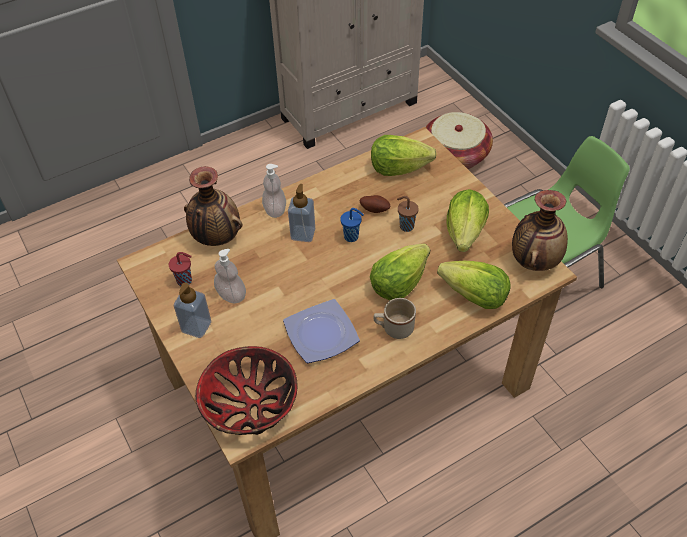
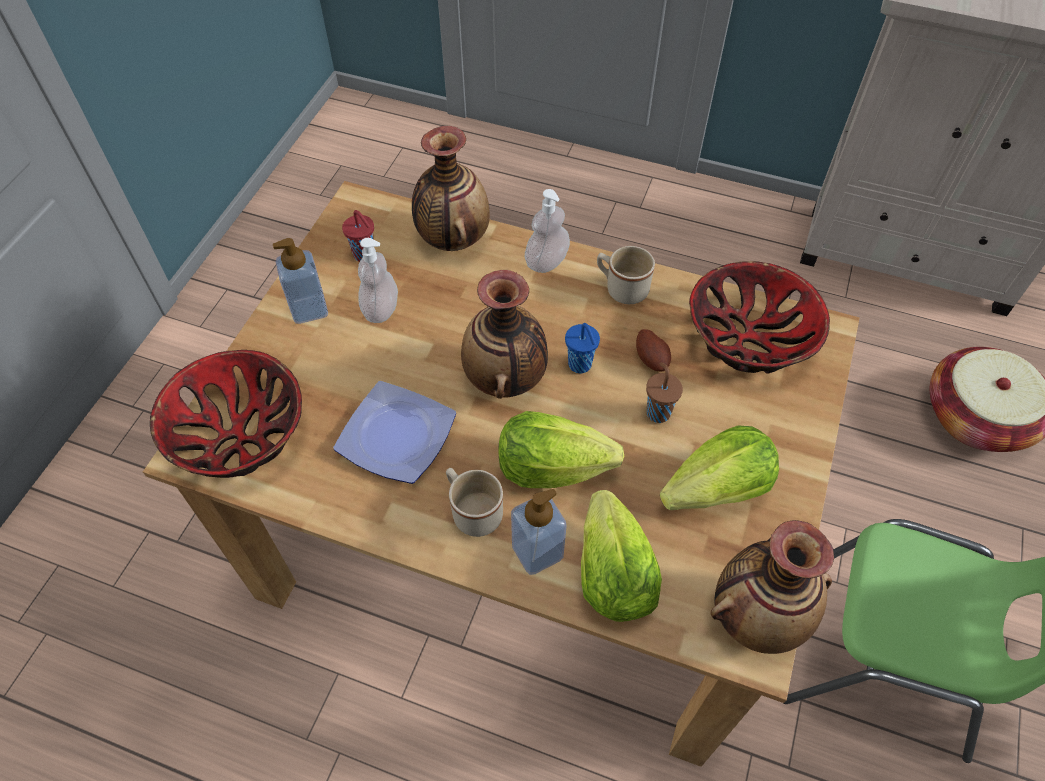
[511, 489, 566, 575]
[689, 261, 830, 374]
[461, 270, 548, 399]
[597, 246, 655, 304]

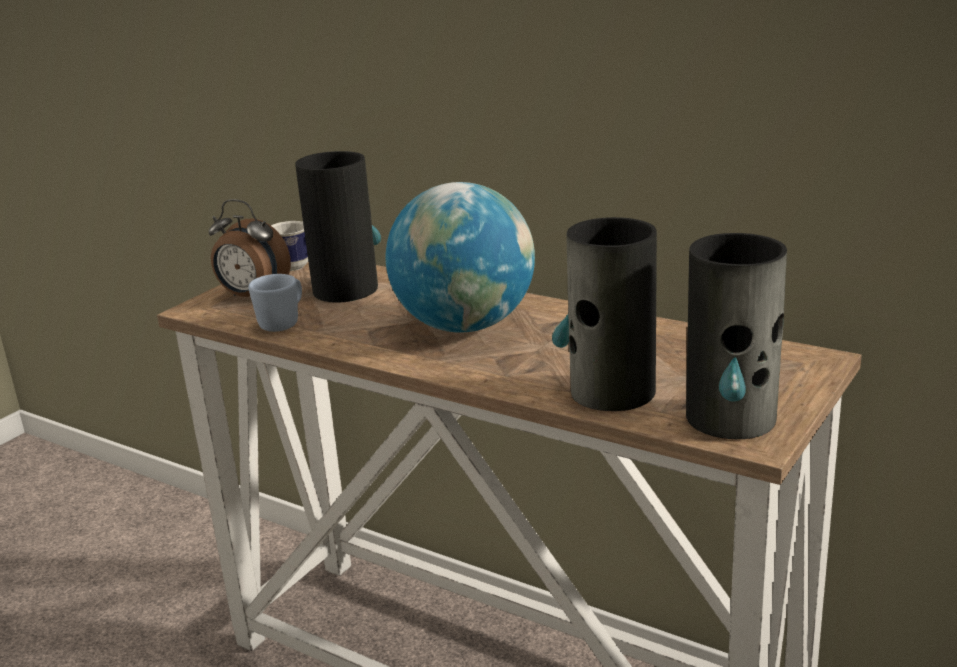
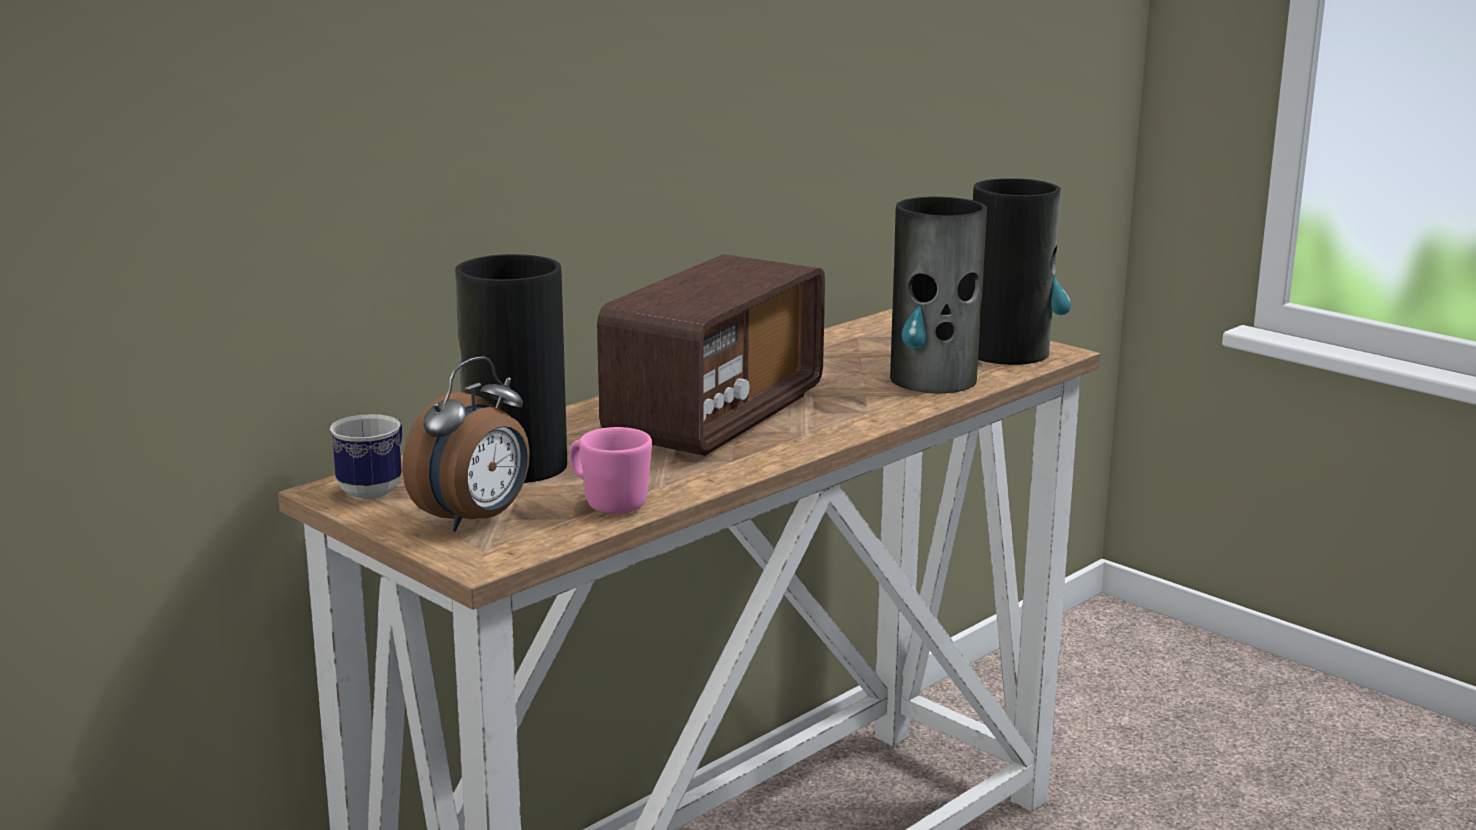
[569, 427, 652, 514]
[597, 254, 825, 456]

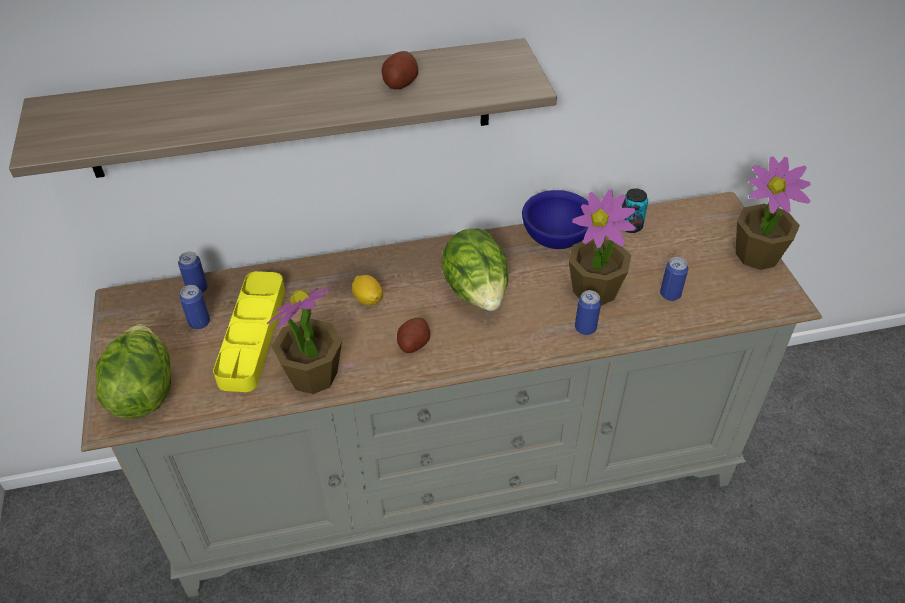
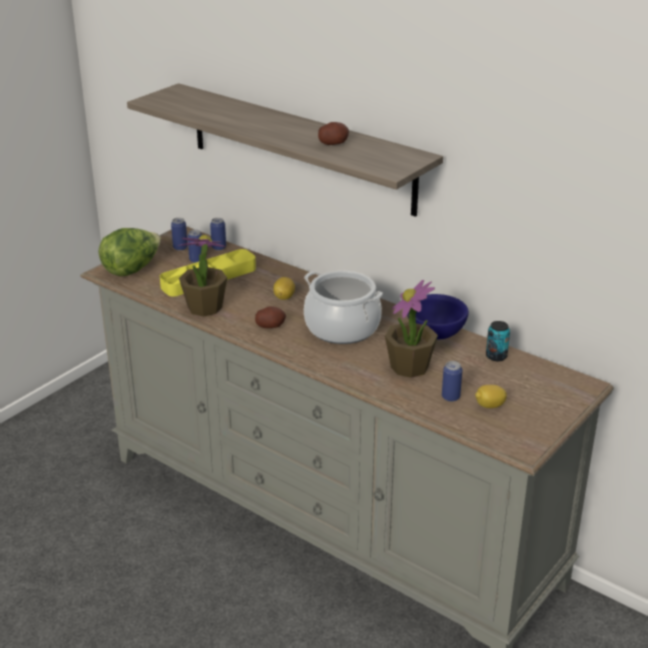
[304, 271, 383, 344]
[171, 218, 188, 251]
[736, 156, 811, 270] (first image)
[475, 385, 507, 408]

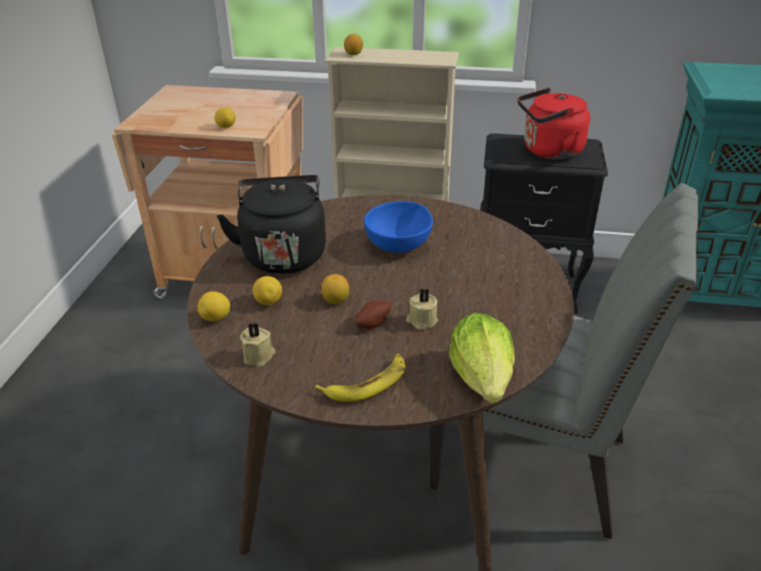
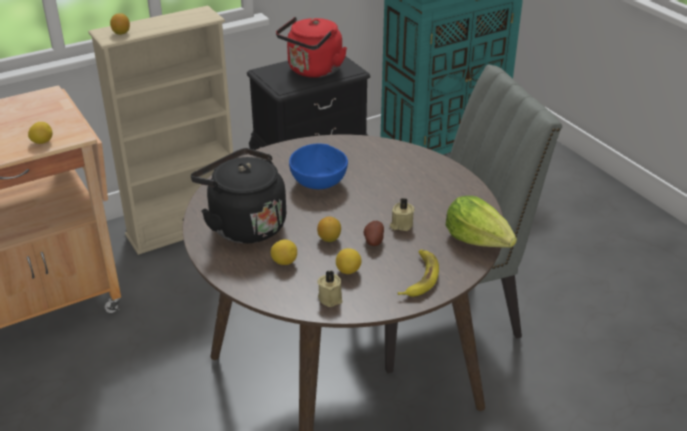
[336, 248, 361, 274]

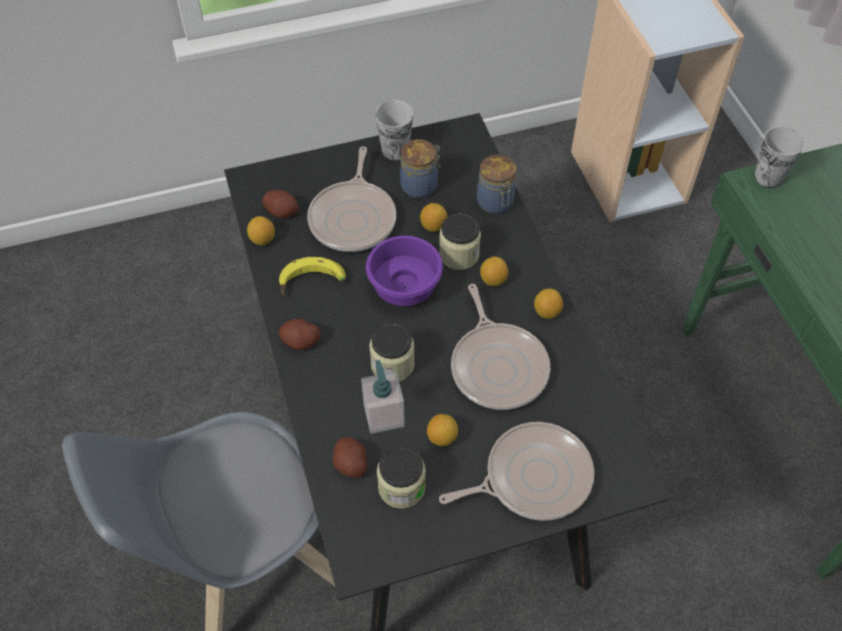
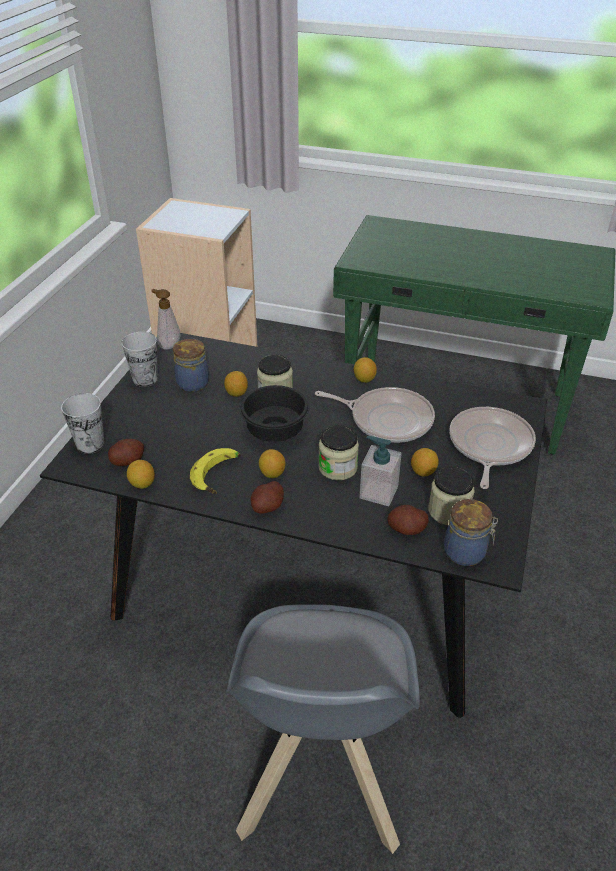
[307, 146, 396, 252] (first image)
[240, 385, 309, 442]
[444, 499, 498, 566]
[259, 449, 285, 478]
[61, 393, 104, 454]
[152, 289, 181, 350]

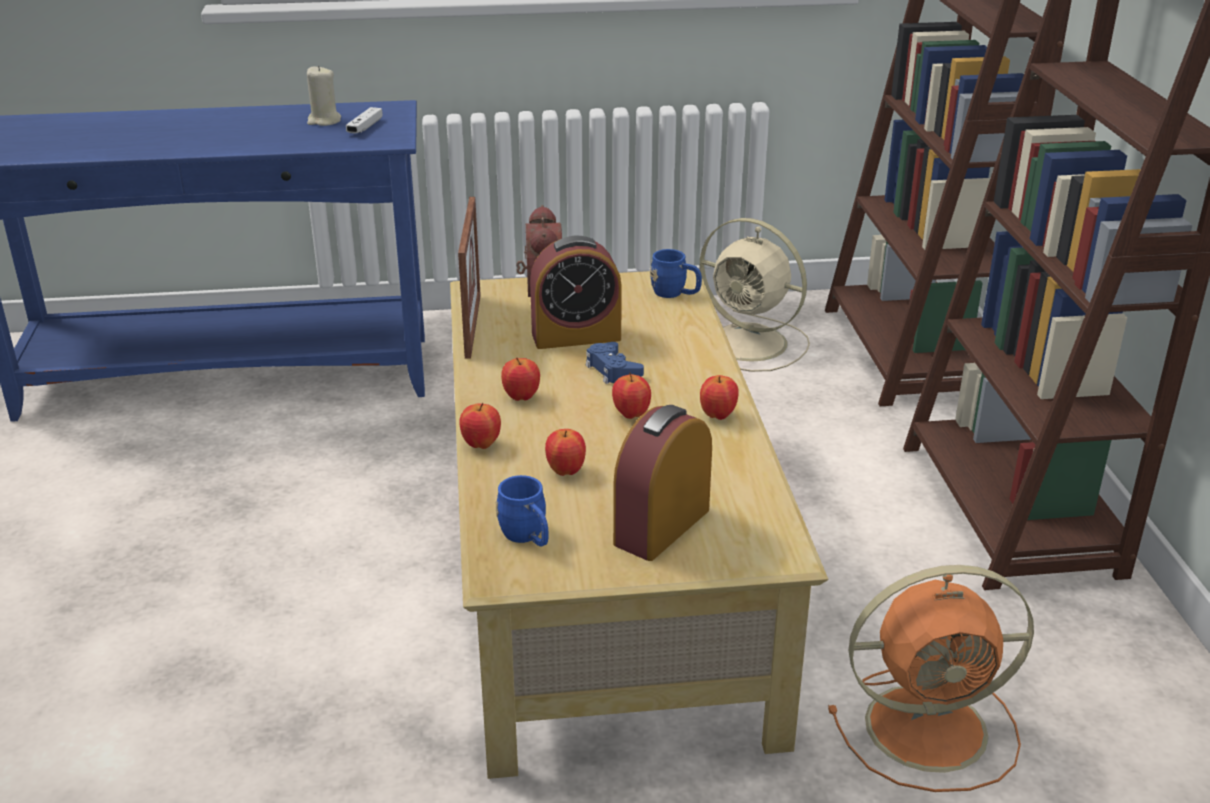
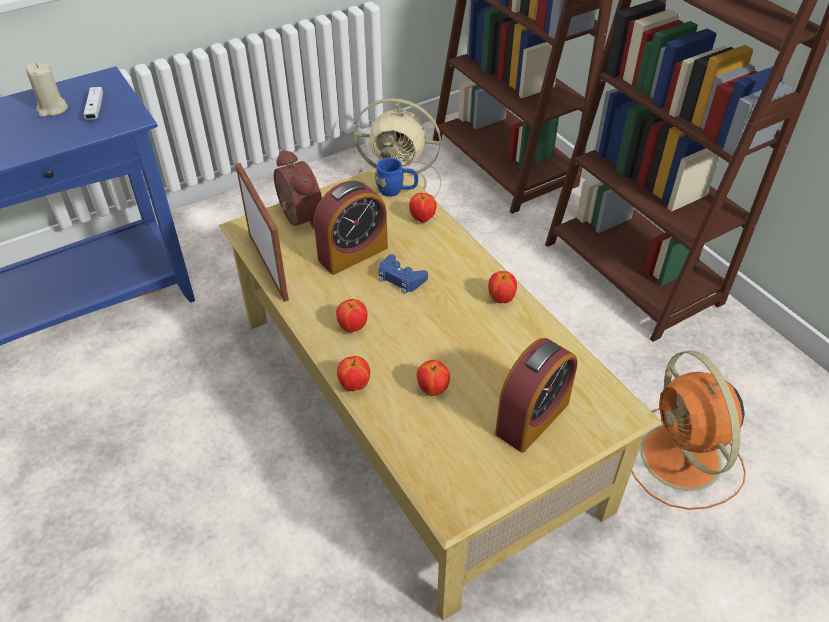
[496, 475, 548, 546] (first image)
[409, 193, 437, 223]
[495, 338, 577, 453]
[631, 350, 746, 510]

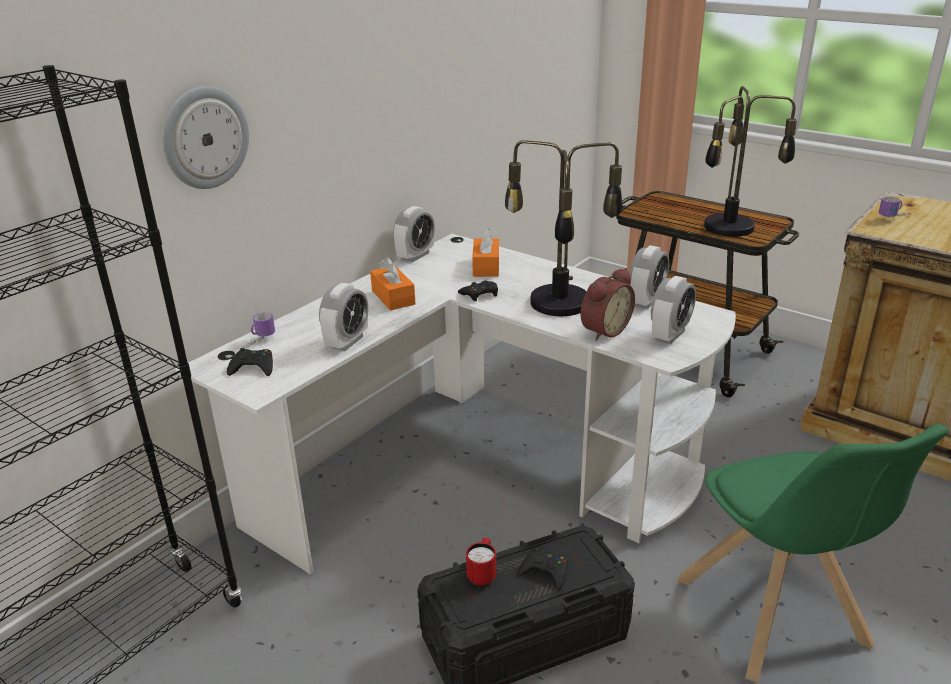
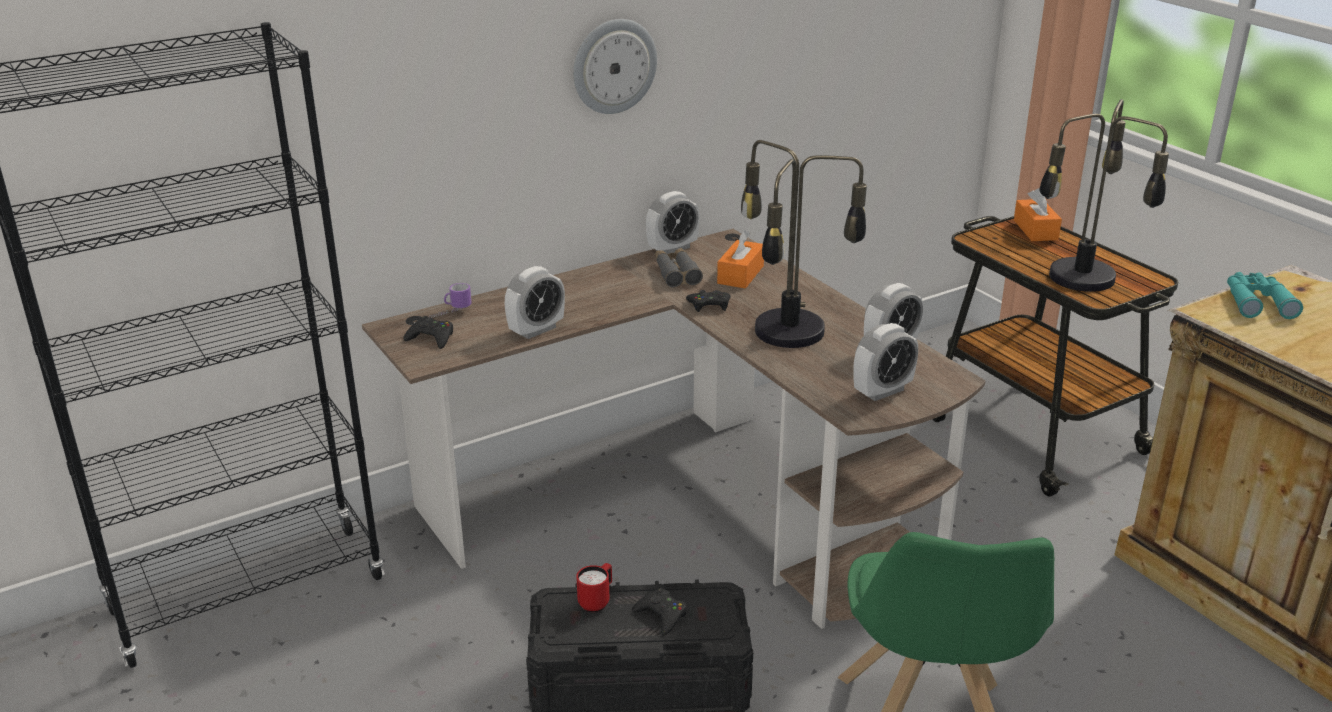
[573, 19, 657, 114]
[362, 229, 986, 629]
[1014, 188, 1062, 241]
[581, 268, 635, 341] (first image)
[1227, 272, 1303, 319]
[655, 248, 703, 288]

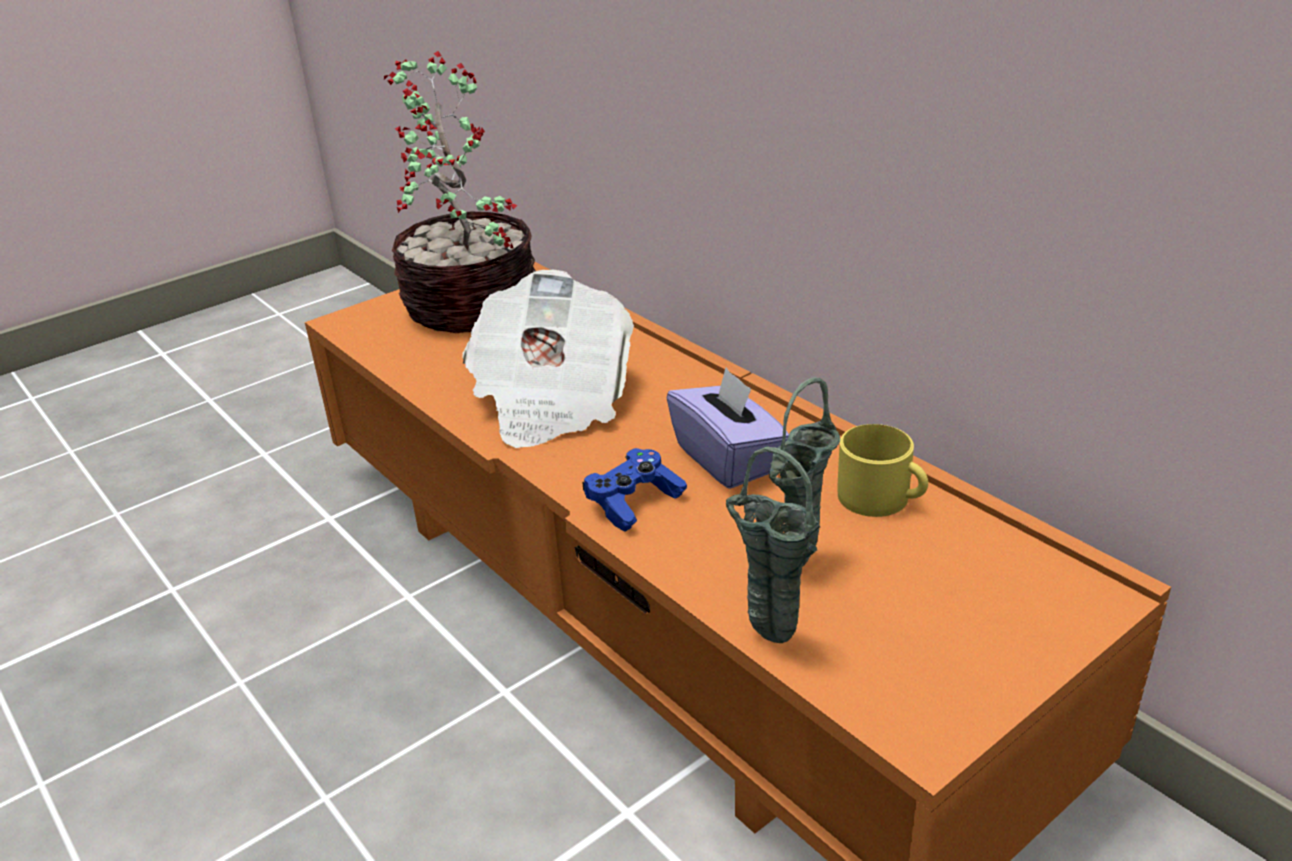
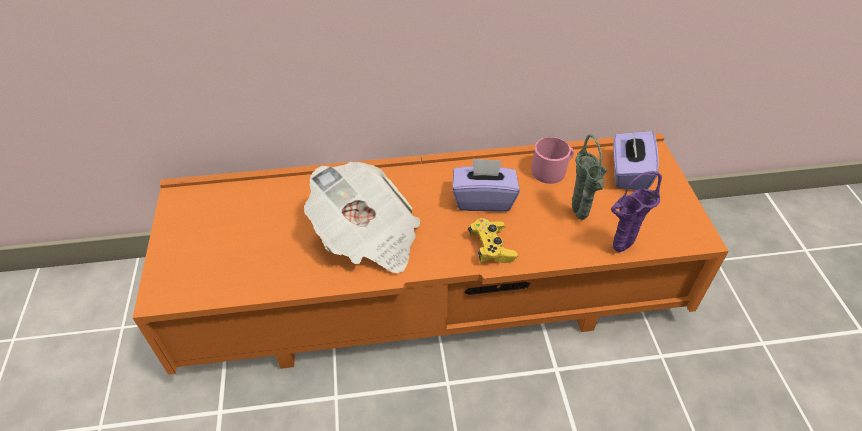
[384, 51, 536, 333] (first image)
[468, 218, 518, 263]
[611, 171, 662, 252]
[531, 137, 574, 184]
[613, 131, 659, 190]

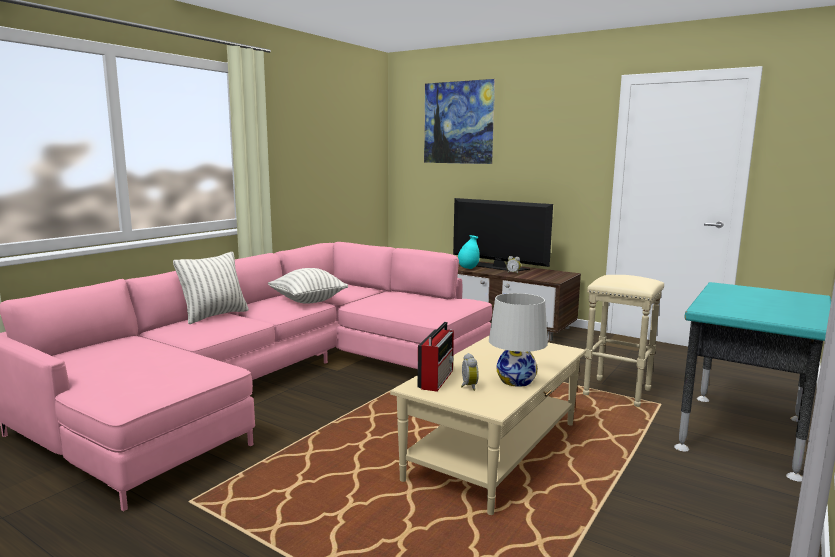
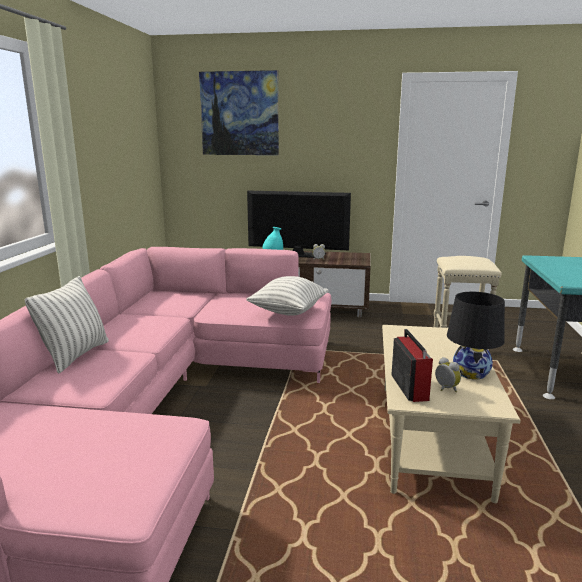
[246, 276, 328, 316]
[447, 292, 505, 380]

